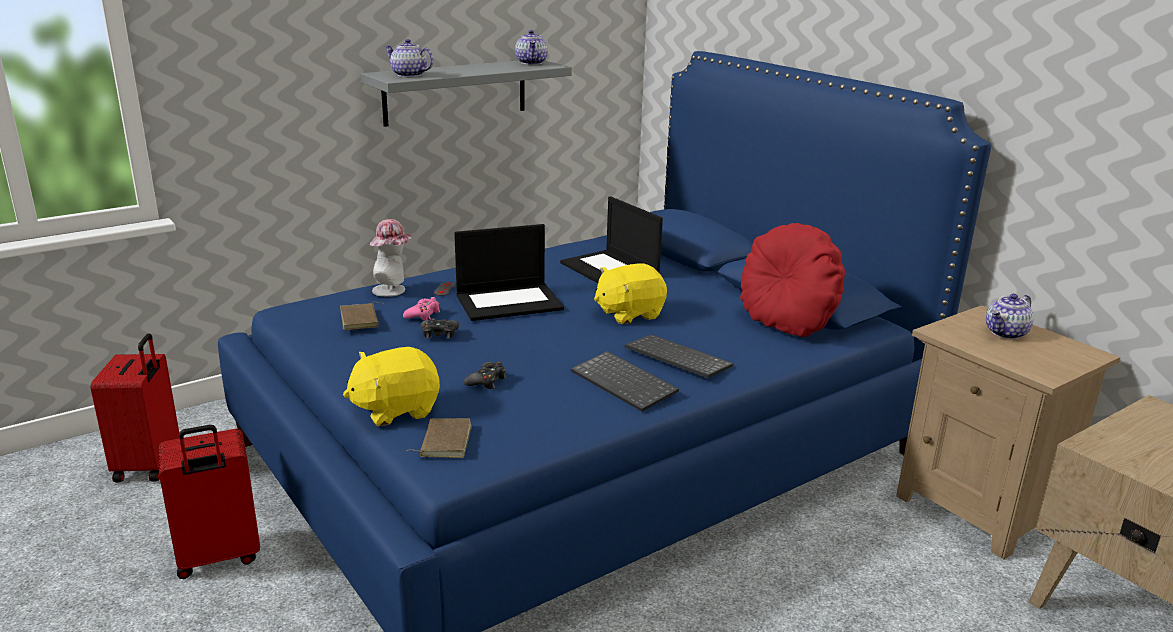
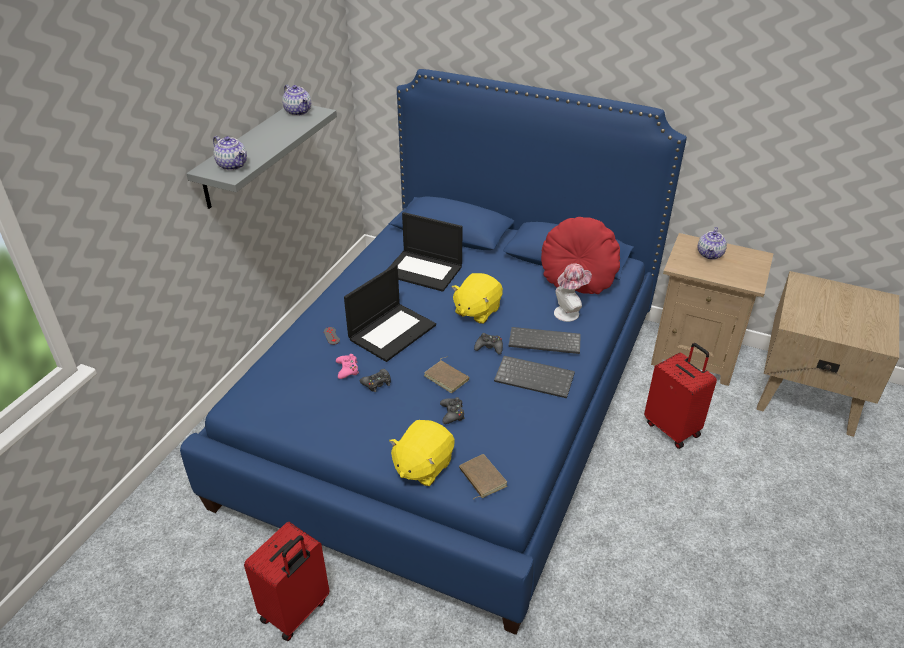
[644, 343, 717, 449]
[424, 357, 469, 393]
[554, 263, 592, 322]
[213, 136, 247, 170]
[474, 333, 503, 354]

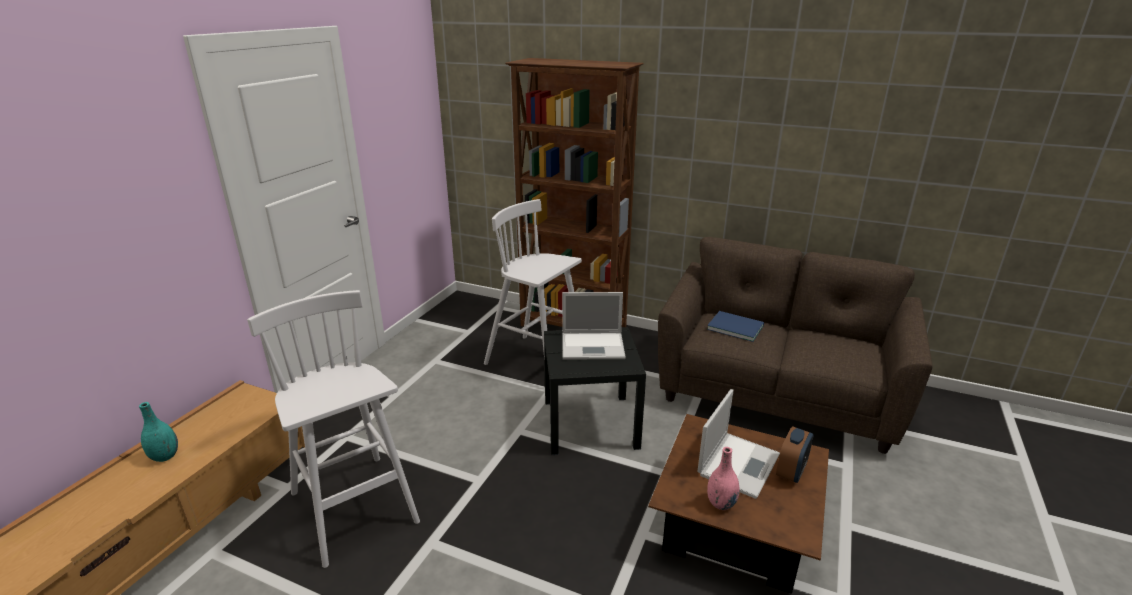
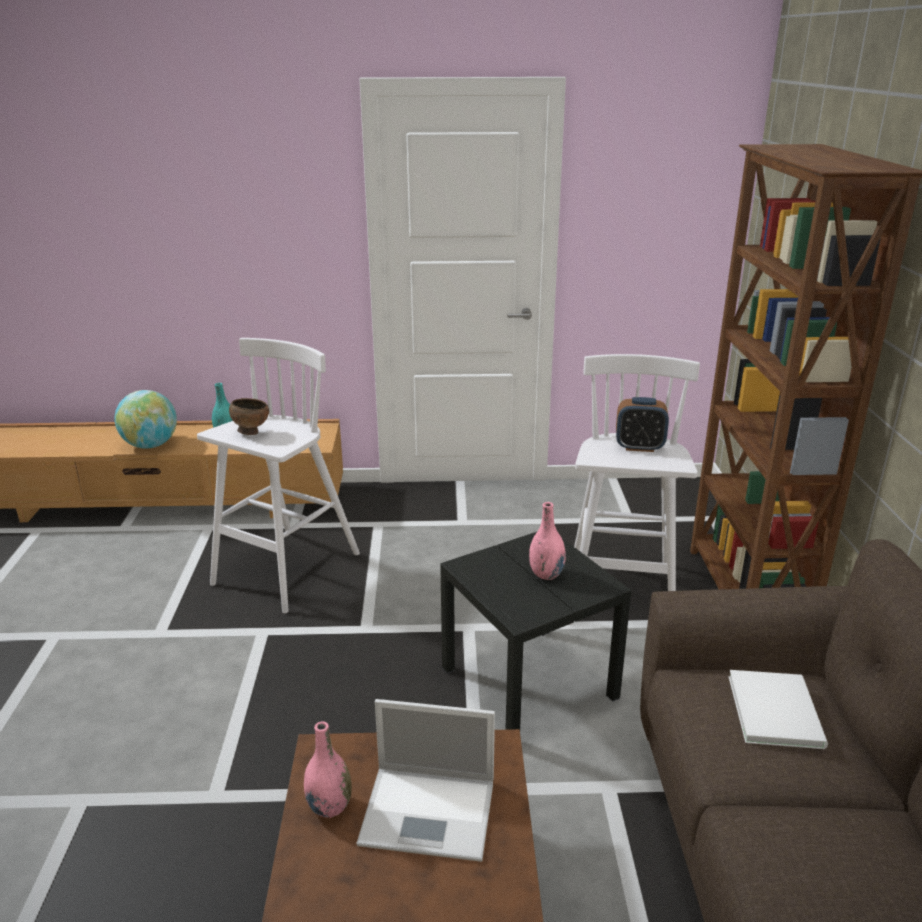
[529, 502, 566, 580]
[729, 670, 828, 749]
[616, 397, 669, 452]
[114, 390, 177, 448]
[229, 398, 269, 435]

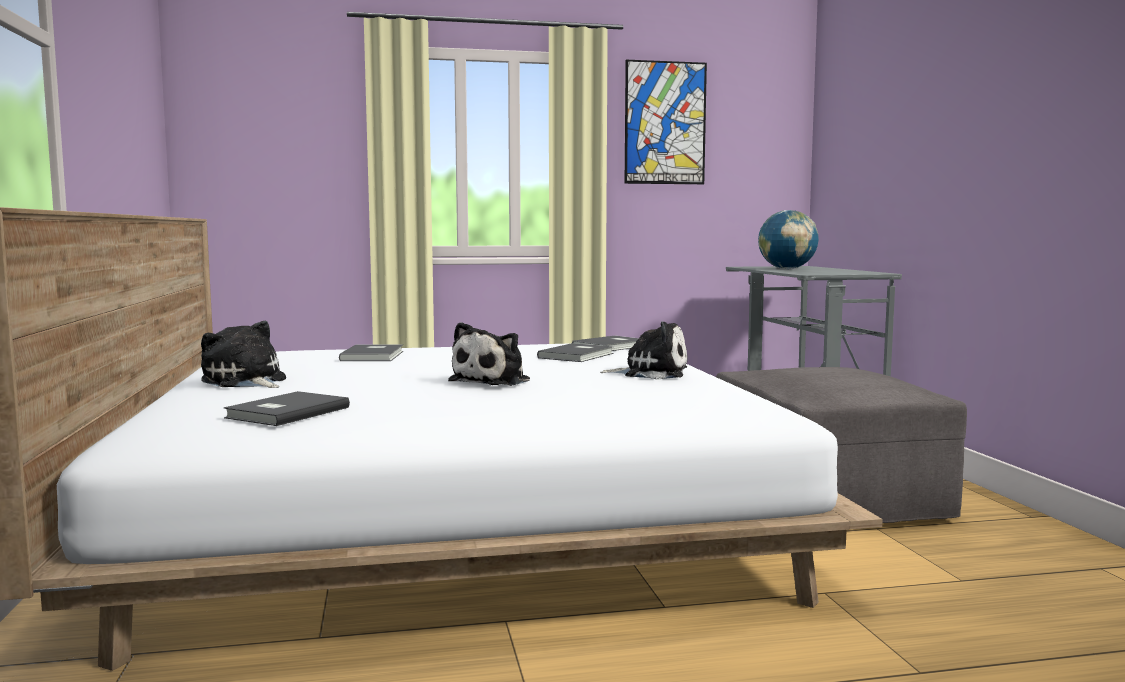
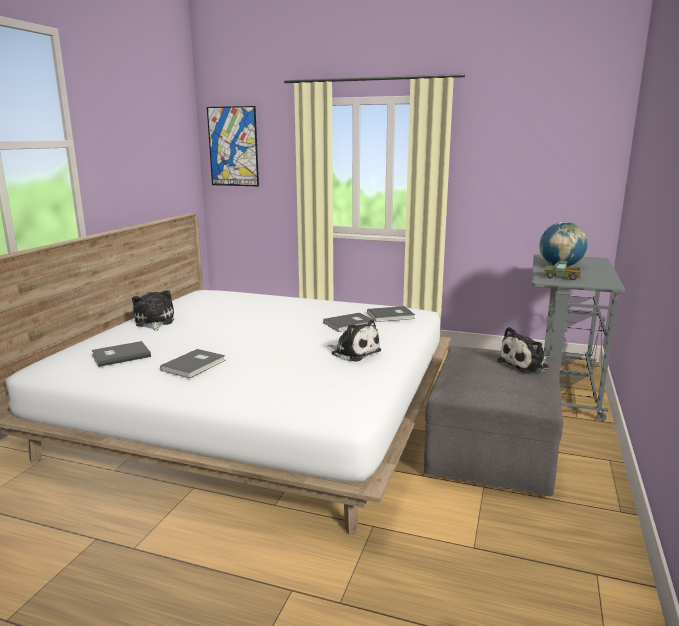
[160, 349, 226, 378]
[497, 327, 549, 374]
[207, 106, 259, 186]
[544, 260, 581, 280]

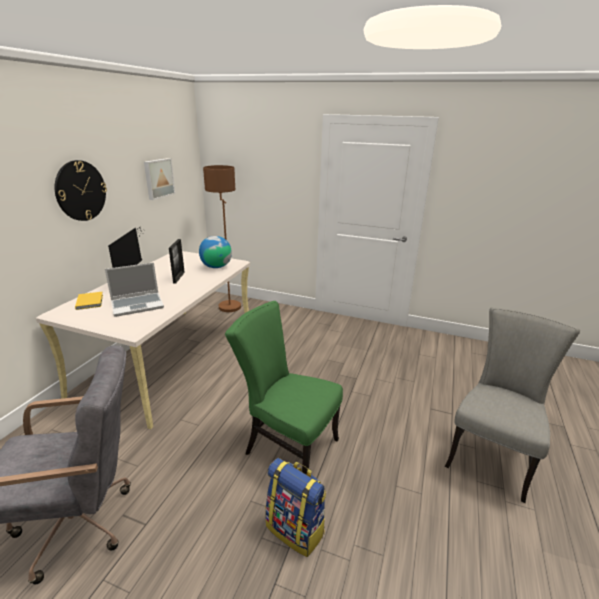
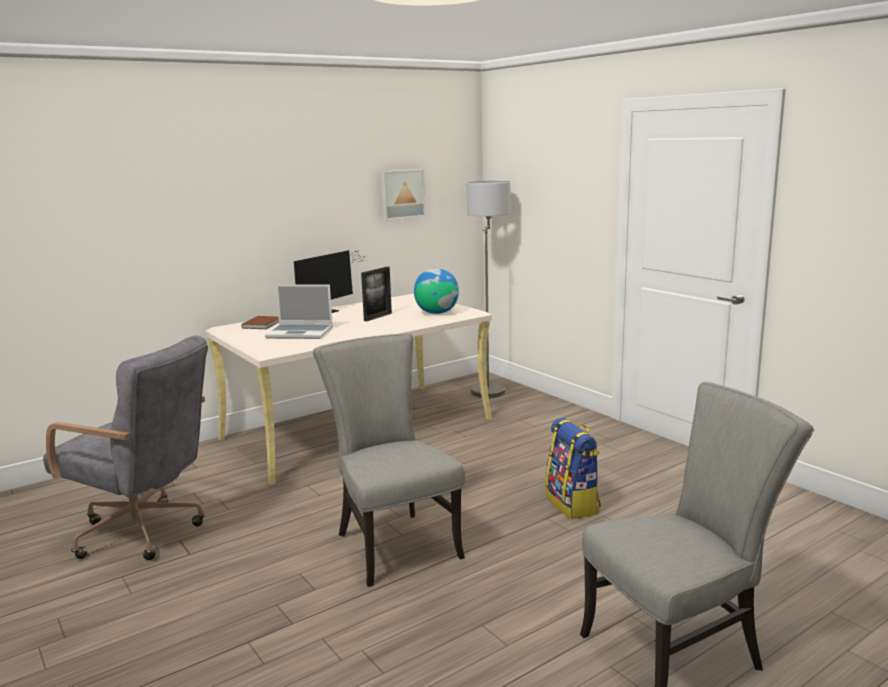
[55, 160, 107, 221] (first image)
[242, 316, 279, 329]
[466, 180, 510, 398]
[313, 333, 465, 587]
[546, 418, 601, 519]

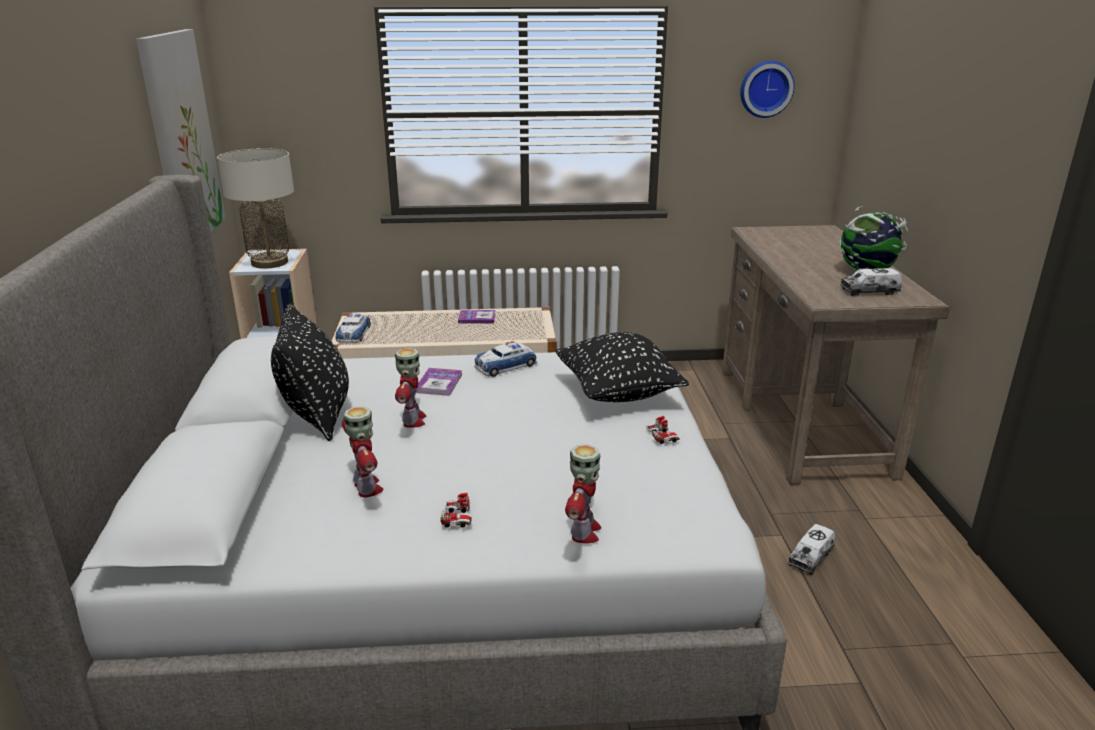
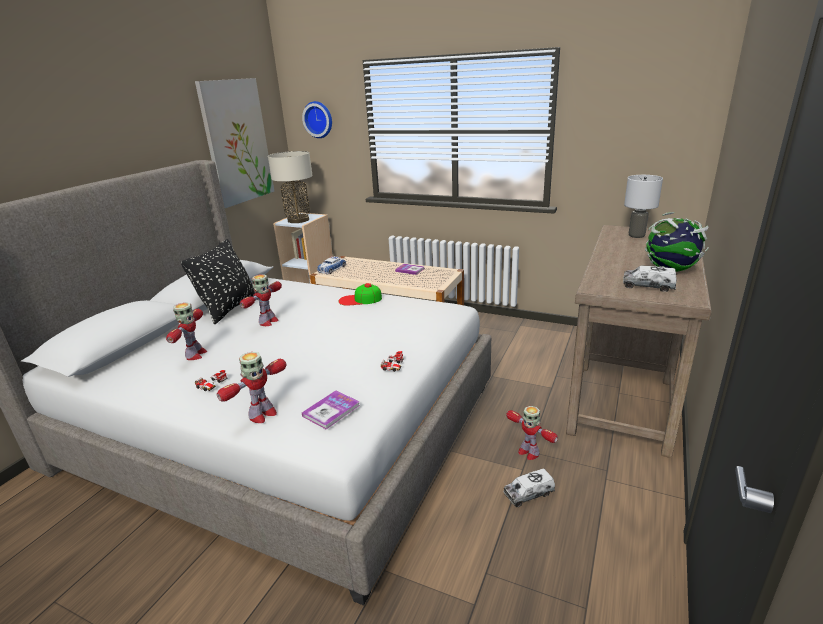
[302, 391, 360, 429]
[338, 283, 382, 306]
[556, 332, 689, 402] (first image)
[302, 101, 332, 138]
[506, 406, 558, 460]
[624, 175, 663, 238]

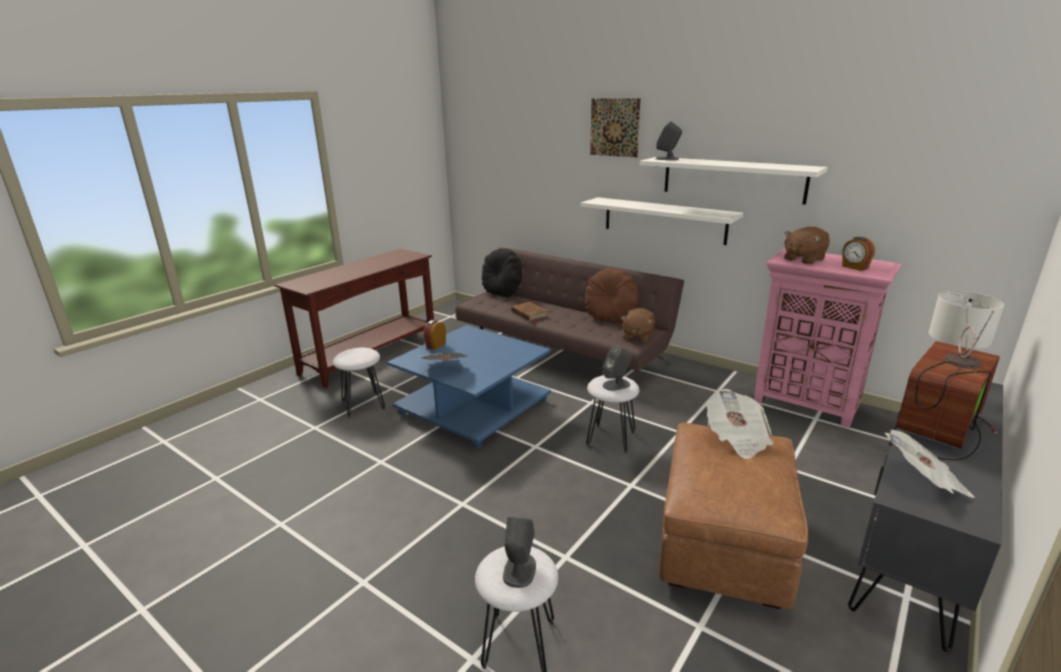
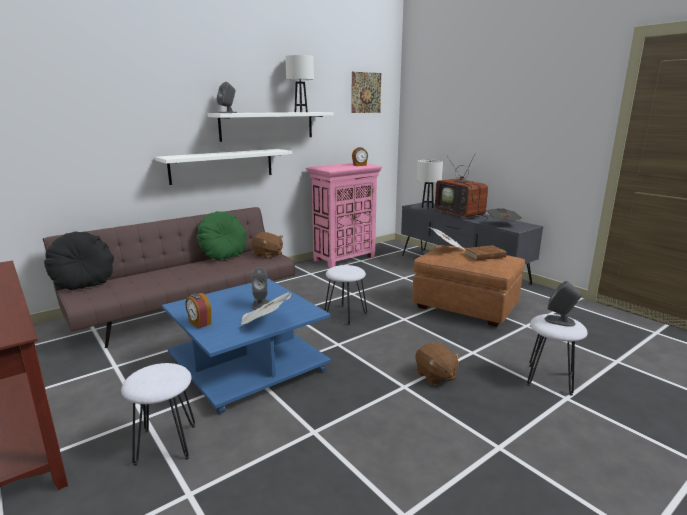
[465, 245, 508, 260]
[197, 211, 246, 260]
[351, 72, 381, 113]
[252, 267, 270, 310]
[415, 343, 461, 386]
[285, 55, 314, 112]

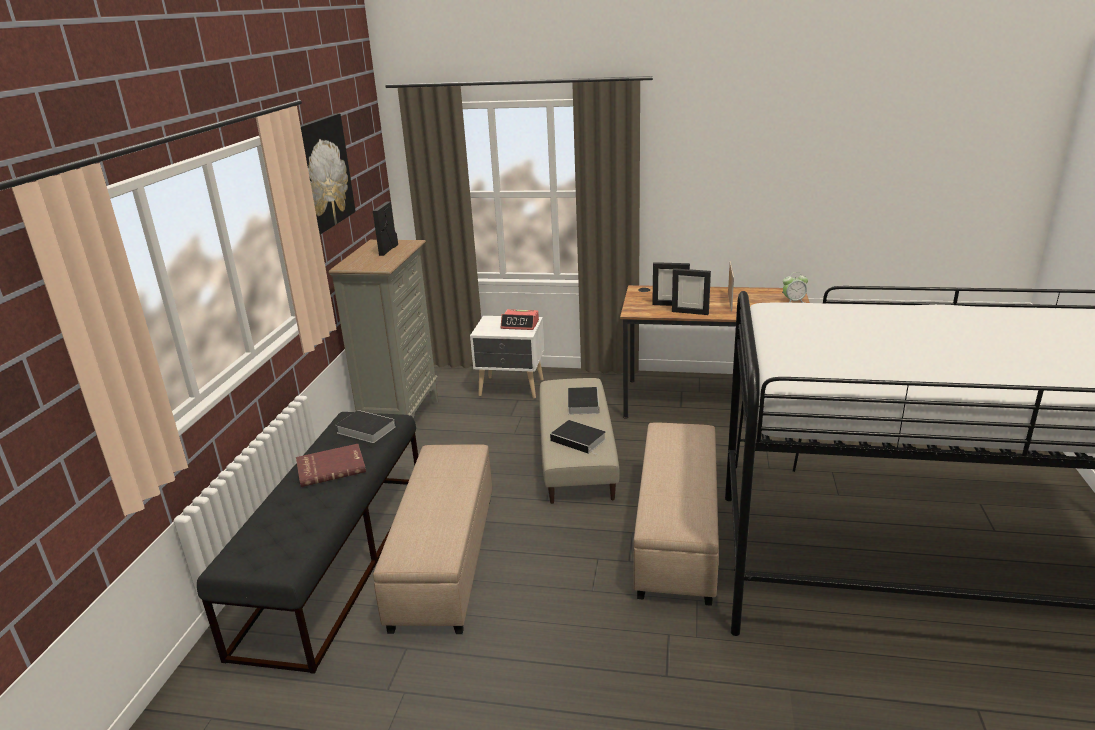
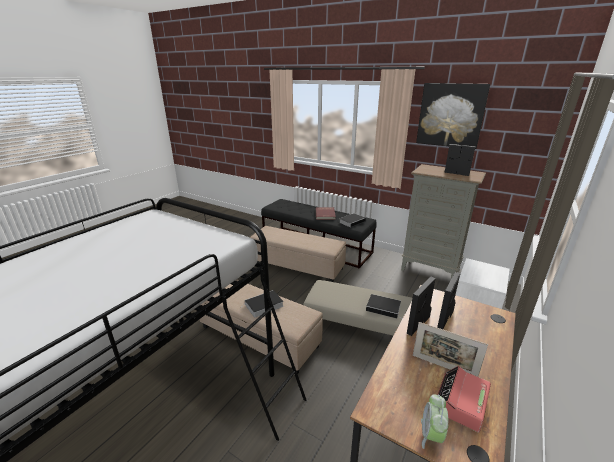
[437, 366, 491, 432]
[241, 290, 284, 318]

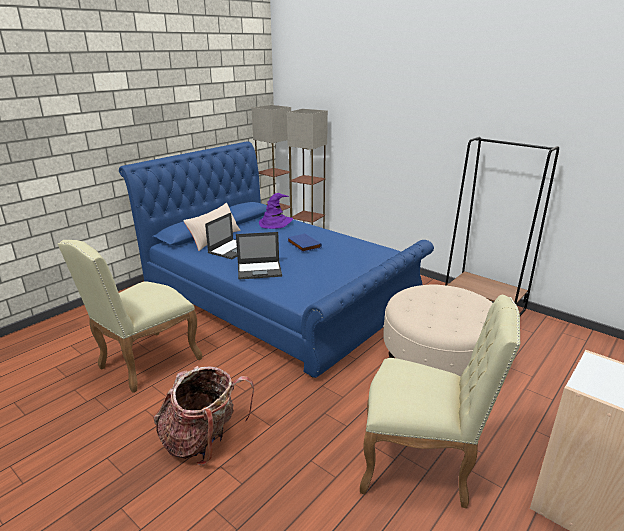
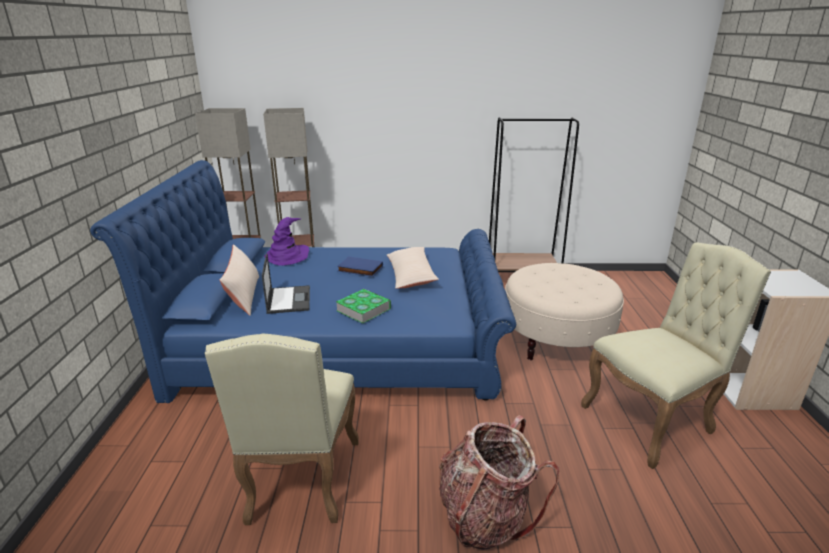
[336, 289, 391, 324]
[387, 247, 439, 289]

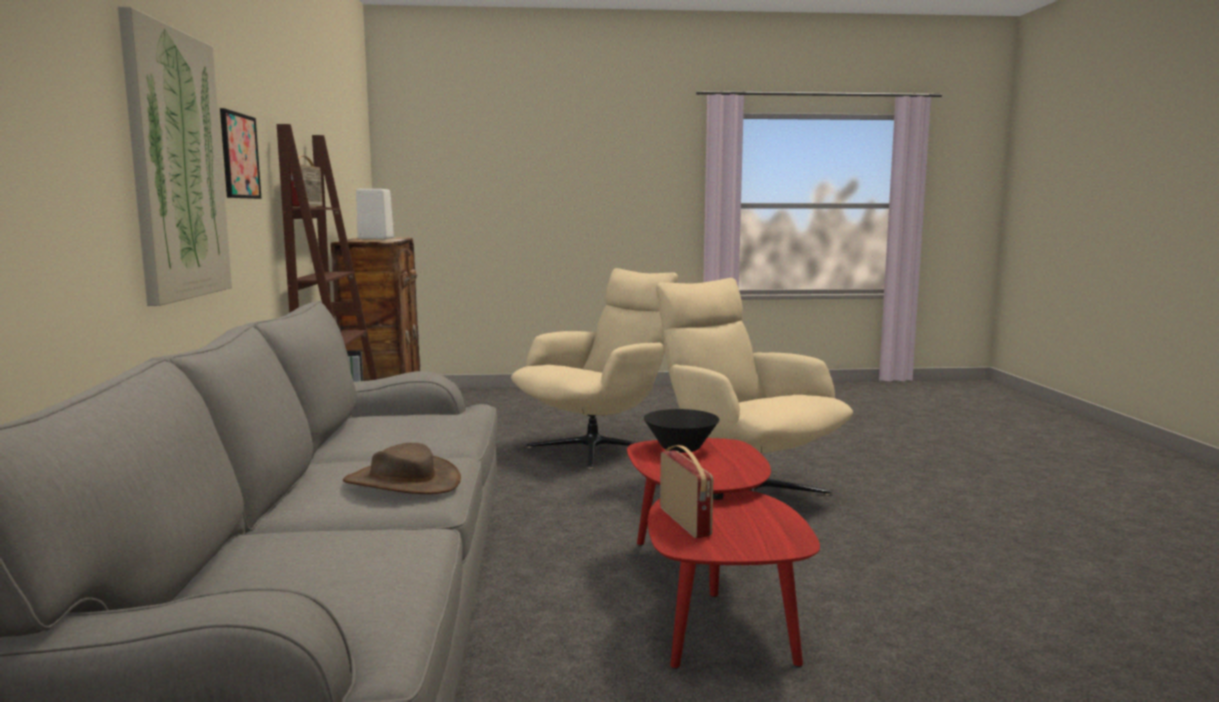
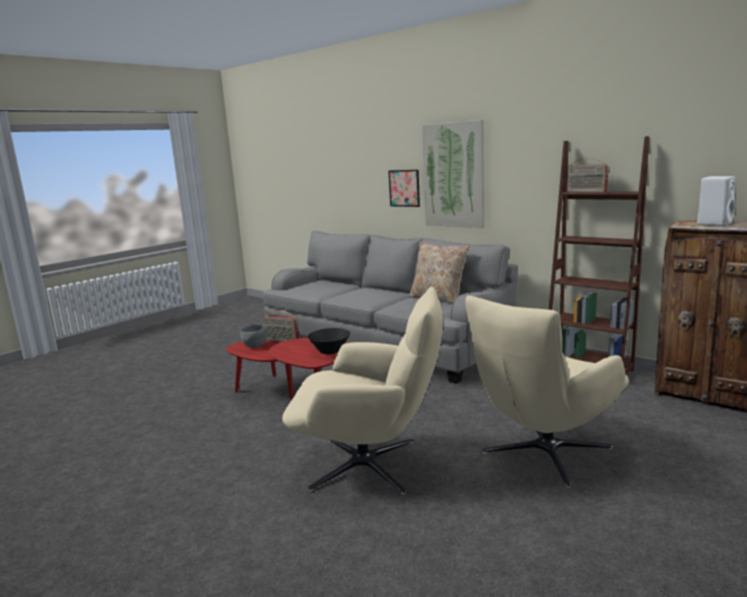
[389, 170, 420, 207]
[343, 443, 461, 494] (first image)
[465, 295, 629, 488]
[240, 324, 268, 348]
[409, 241, 470, 304]

